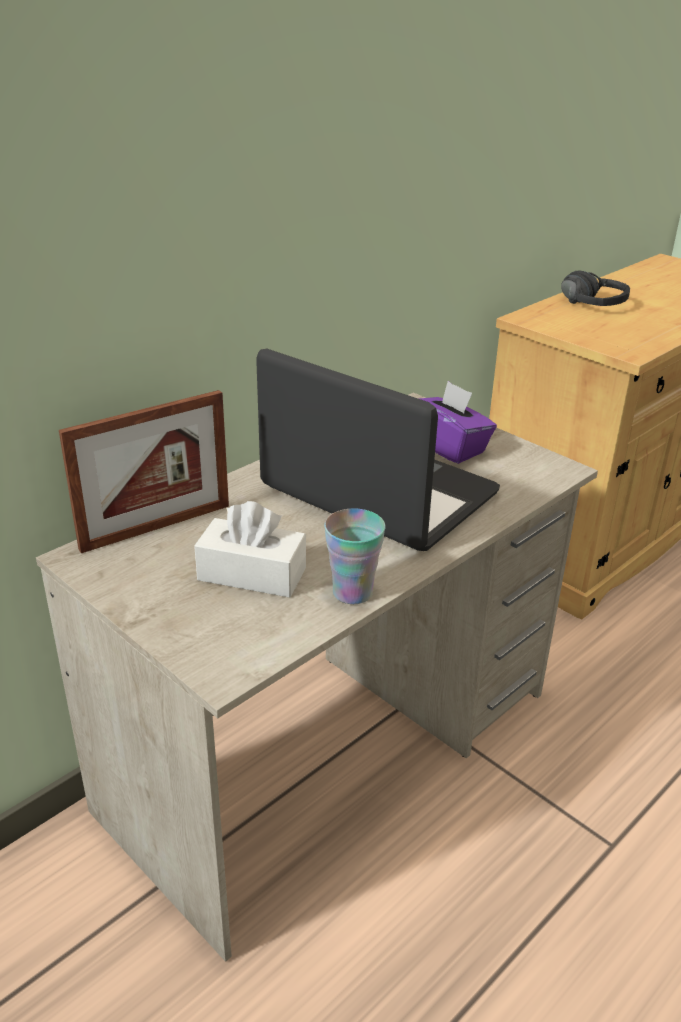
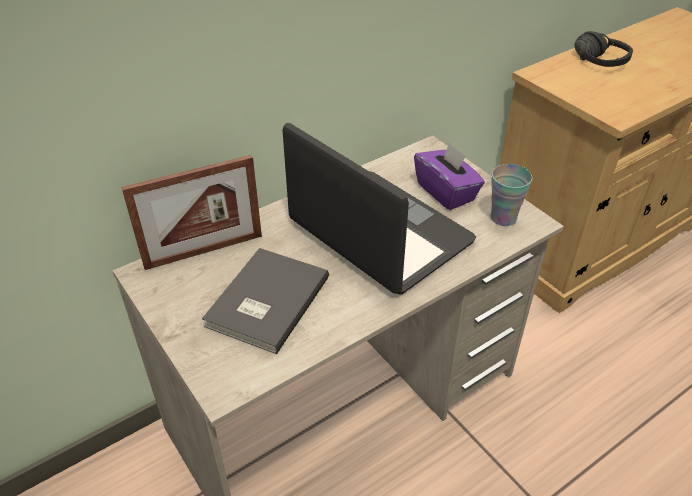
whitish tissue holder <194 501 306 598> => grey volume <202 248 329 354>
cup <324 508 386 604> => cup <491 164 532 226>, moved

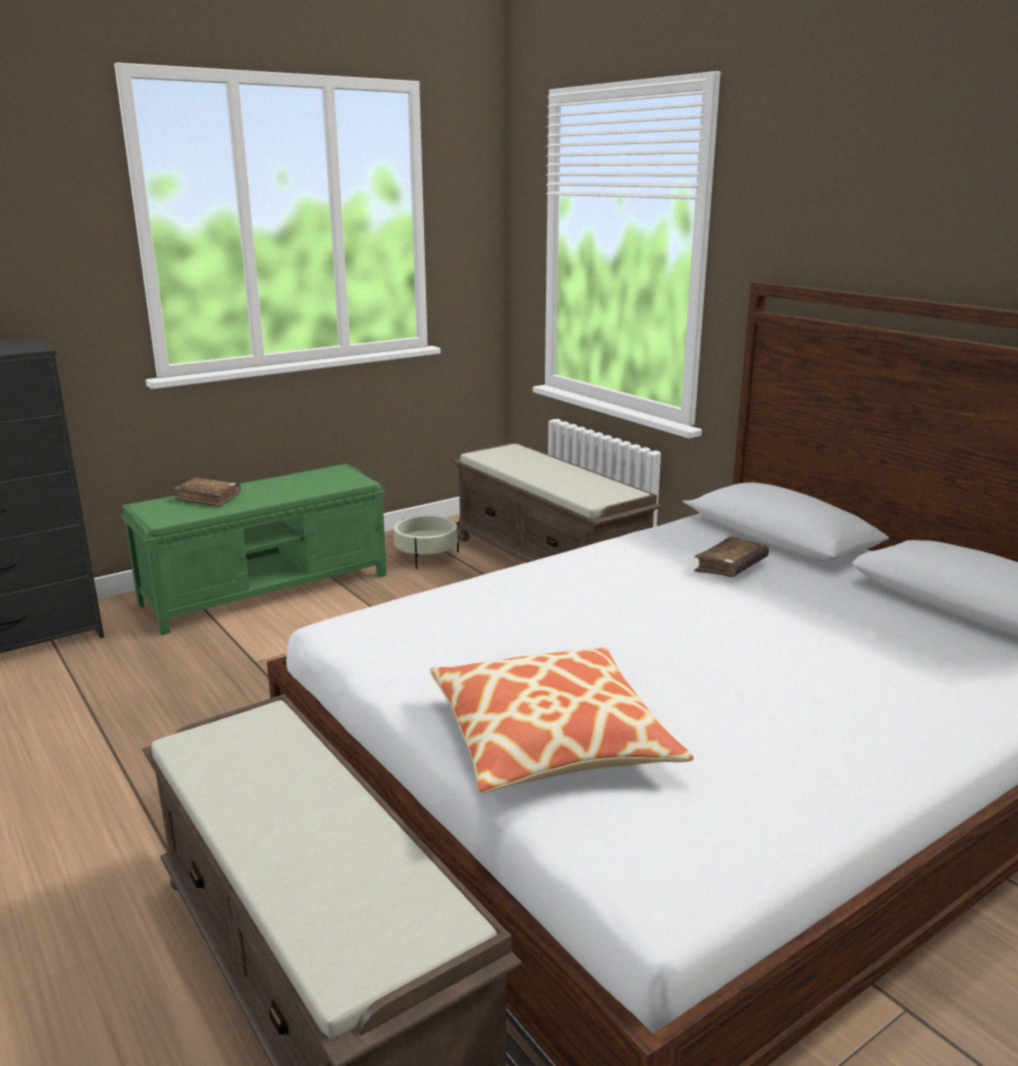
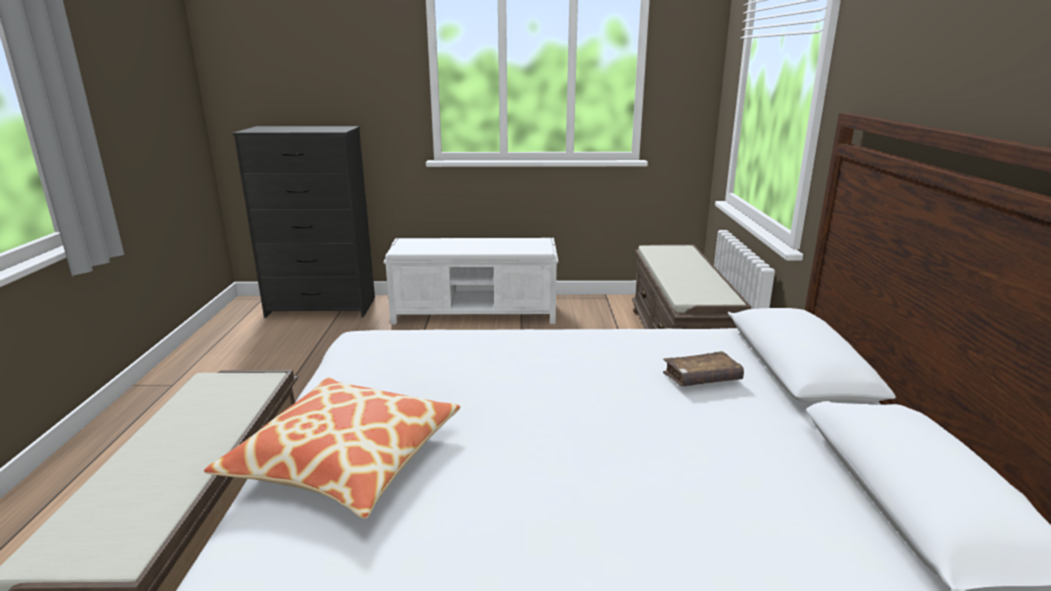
green-coloured indoor bench <121 464 387 635> => whitish indoor bench <383 238 558 324>
brownish volume <174 477 241 507> => nothing
beige-coloured plant pot <393 516 459 569> => nothing

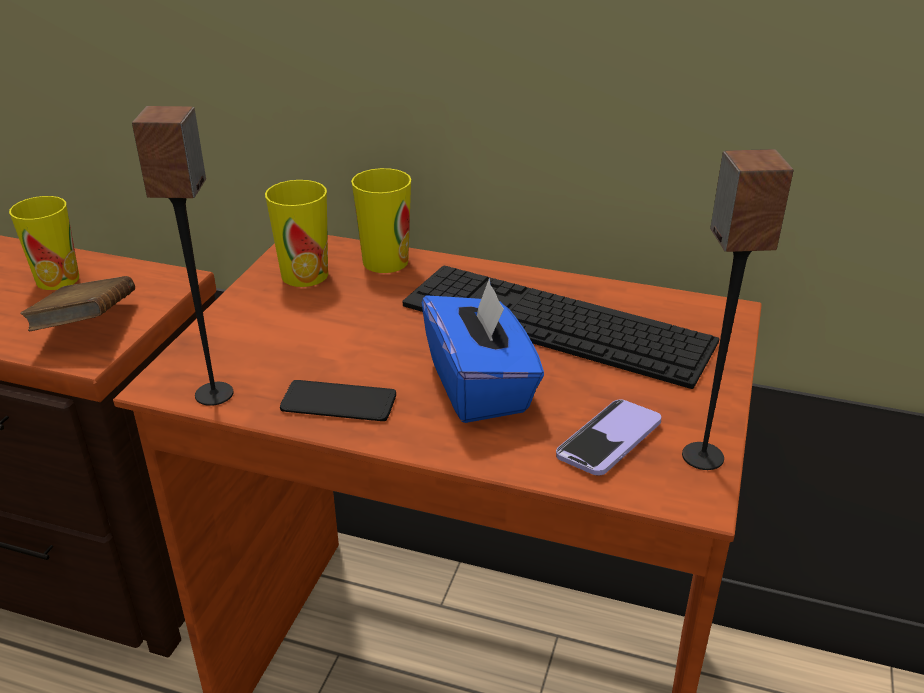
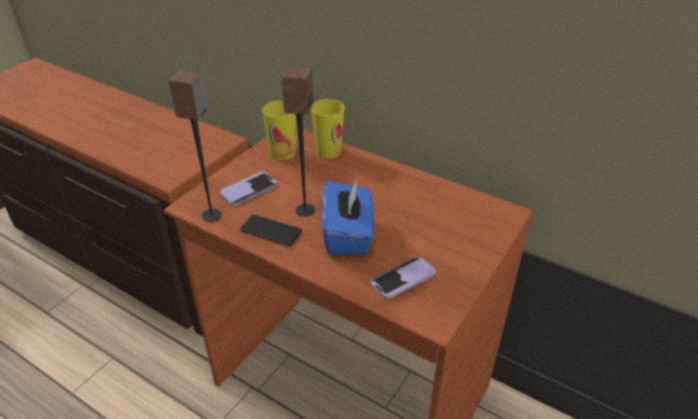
nothing => telephone <220 171 277 206>
loudspeaker <682 149 793 470> => loudspeaker <281 66 315 217>, moved
cup <9 196 79 290> => nothing
brownish volume <21 276 135 331> => nothing
PC keyboard <403 266 719 389> => nothing

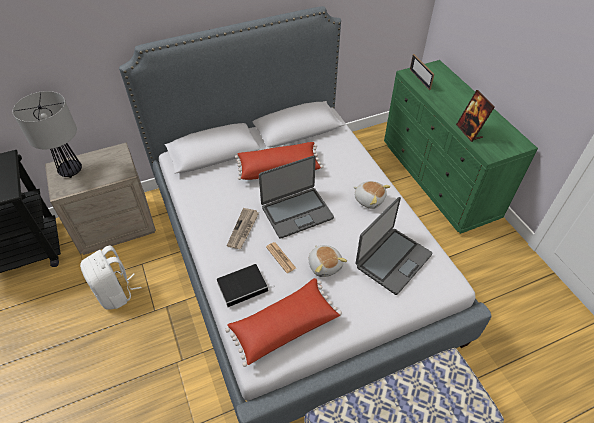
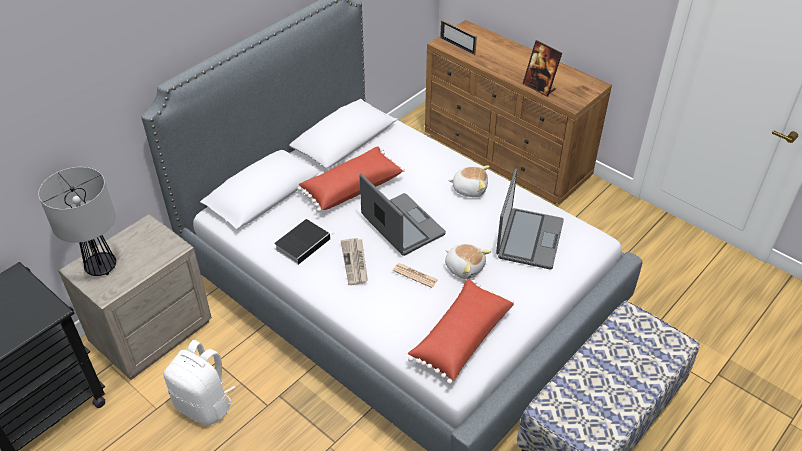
volume <217 264 275 307> => volume <274 219 335 265>, moved
notebook computer <259 155 334 239> => notebook computer <360 174 446 256>, 75 degrees counterclockwise
green-coloured chest of drawers <384 60 538 234> => brownish chest of drawers <425 20 612 204>

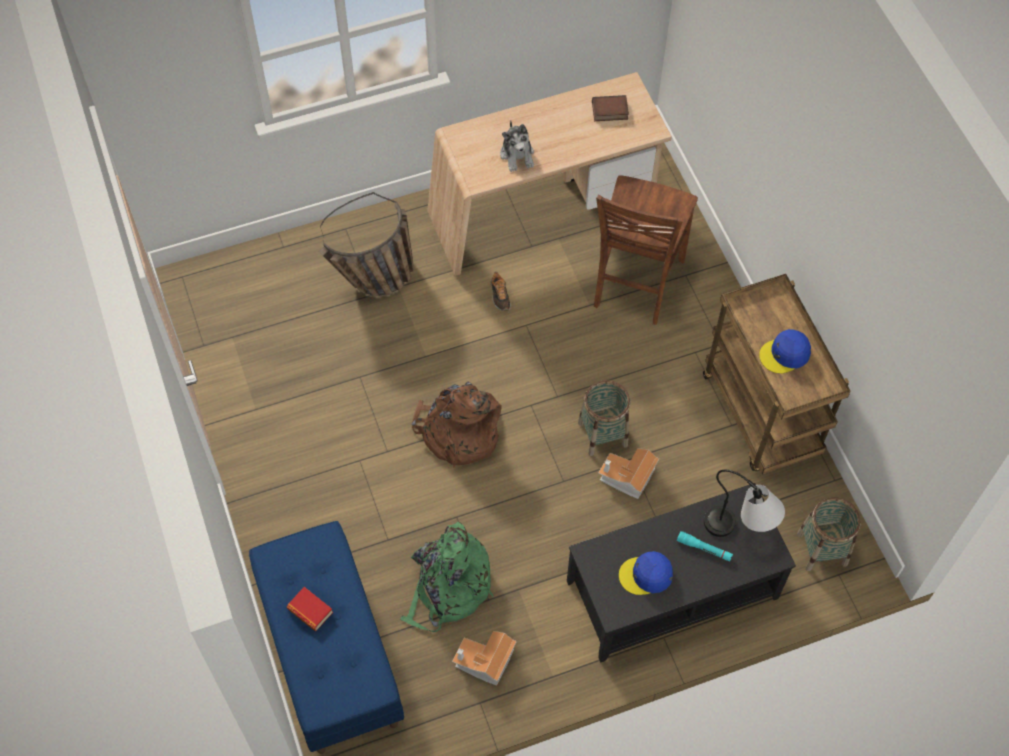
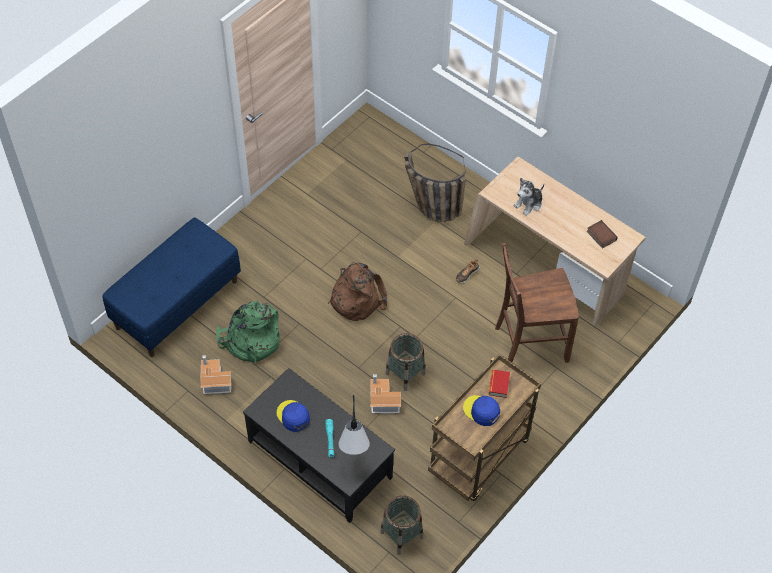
volume <287 587 333 631> => volume <489 370 510 398>, moved

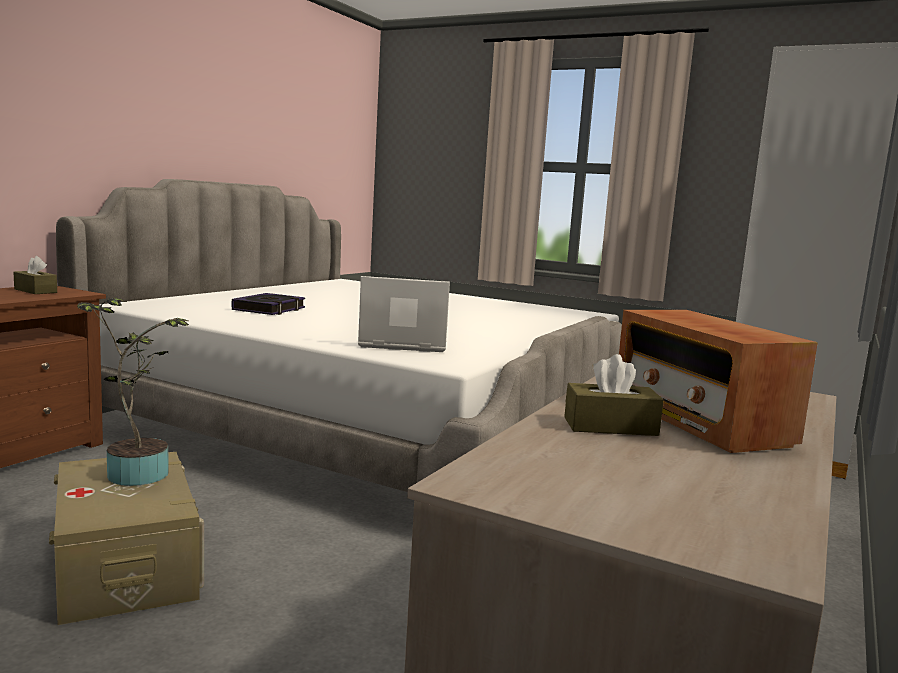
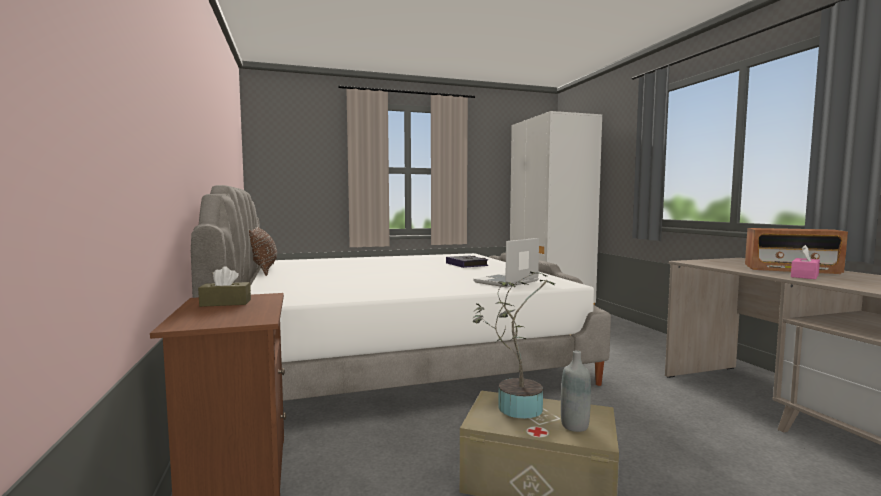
nothing => brownish throw pillow <249 226 277 276>
volume <232 293 305 315> => volume <446 255 488 268>, moved
nothing => grey bottle <561 351 591 432>
brownish tissue holder <564 354 664 436> => pink tissue holder <791 245 820 279>

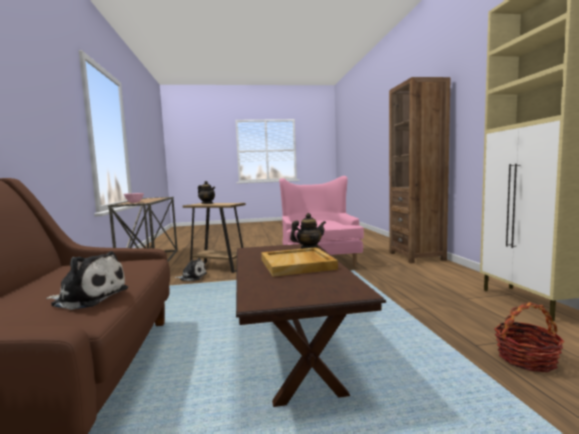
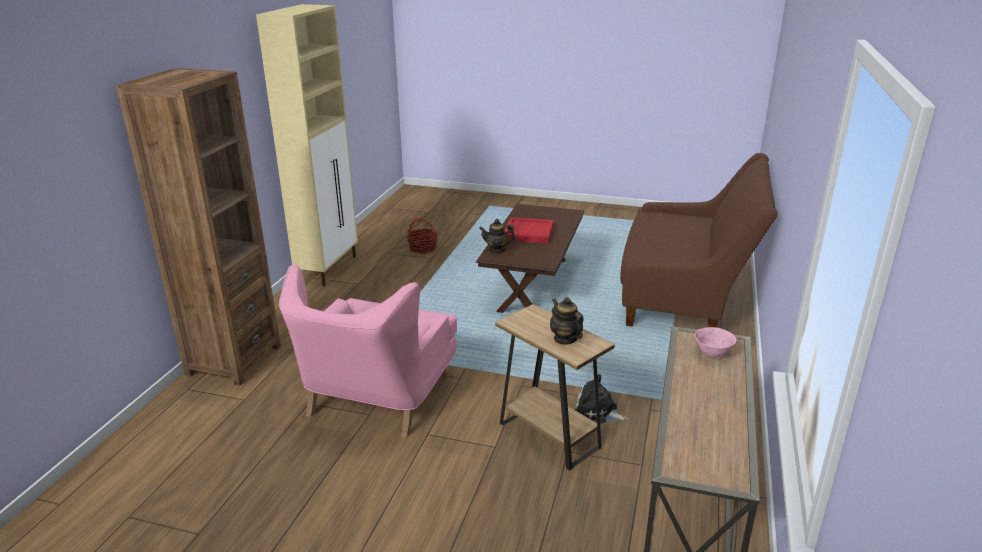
beige-coloured serving tray <261 247 338 277> => red-coloured serving tray <505 217 554 244>
plush toy <46 251 128 310> => nothing

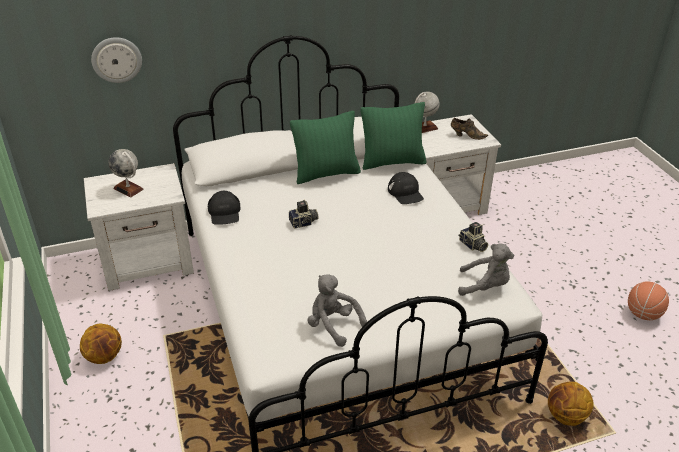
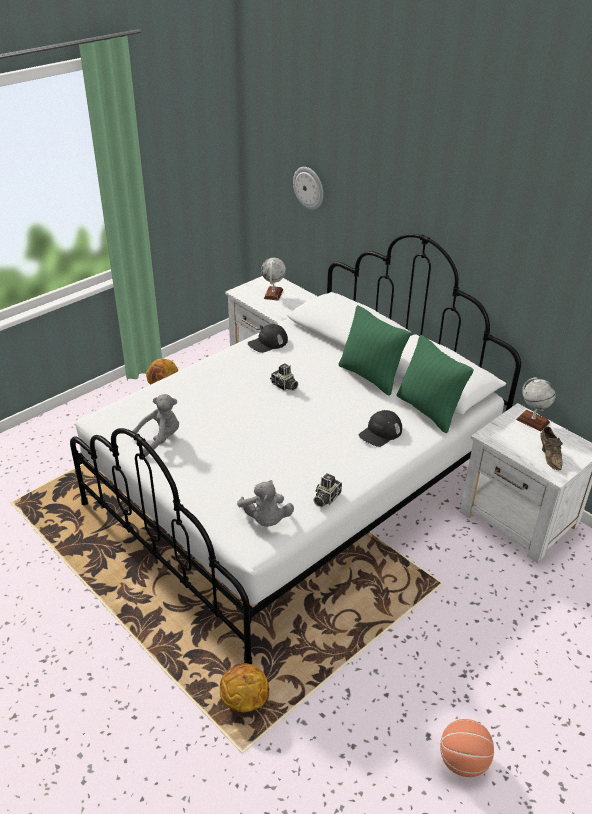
grey plush toy <307 274 367 347> => grey plush toy <130 394 179 457>, 45 degrees clockwise

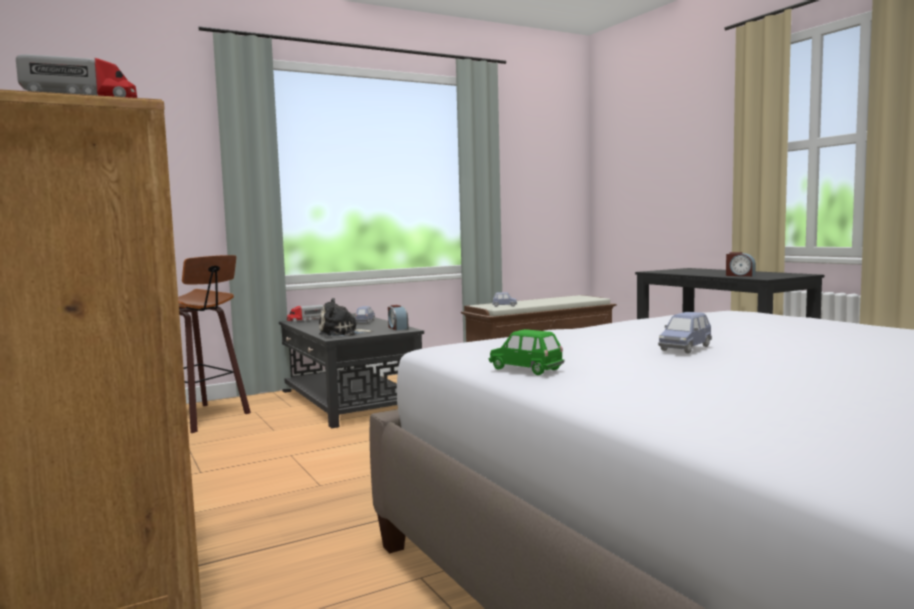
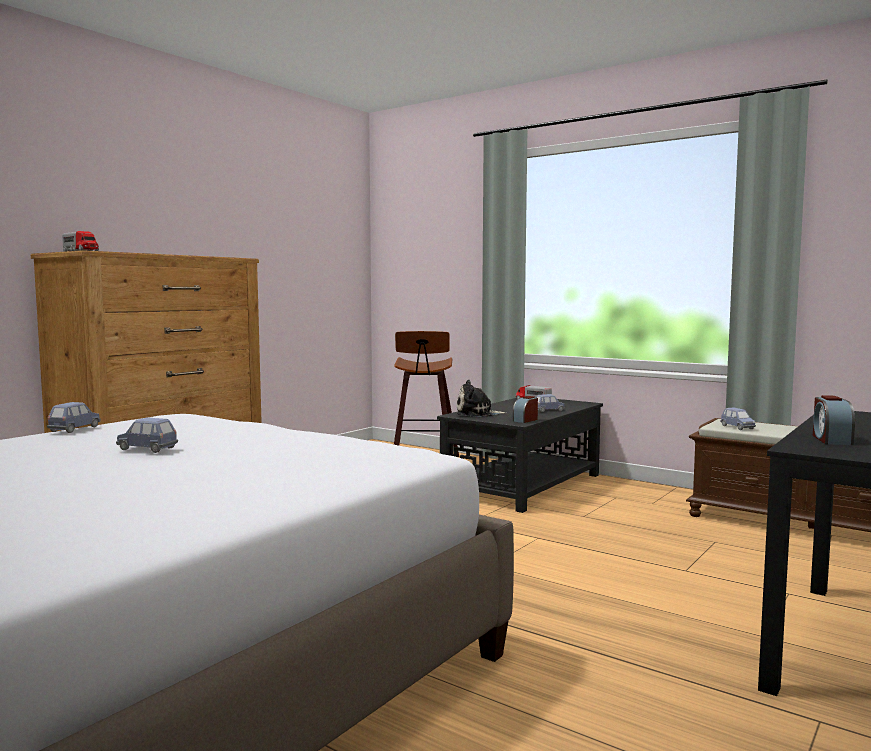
green-coloured toy car <489 329 565 375> => blue toy car <47 402 101 433>
plush toy <319 298 373 336> => plush toy <457 380 506 417>, 60 degrees counterclockwise

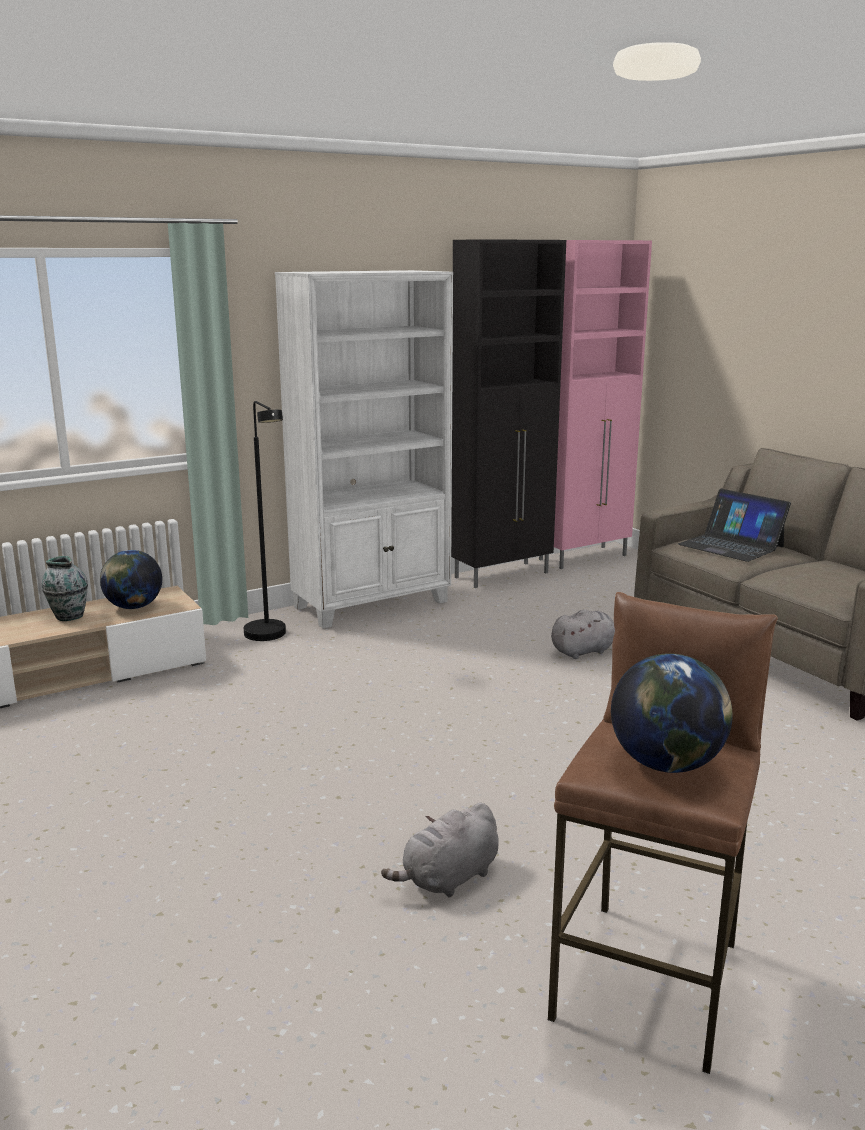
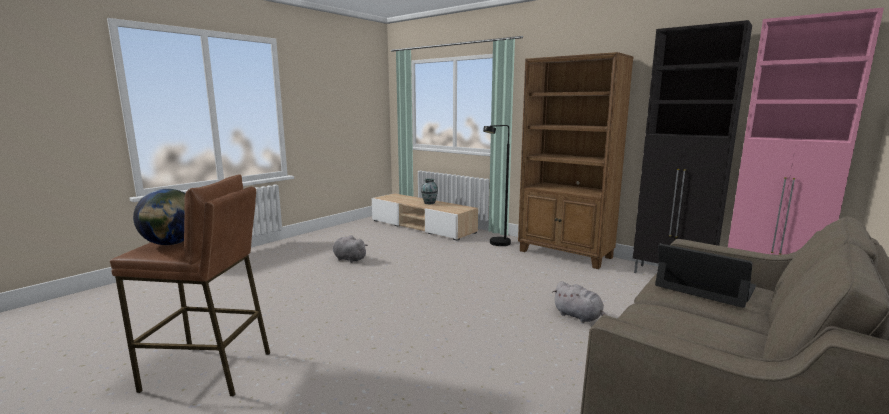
grey plush toy <381 803 499 898> => grey plush toy <333 235 368 263>, moved
whitish bookcase <275 270 453 629> => brownish bookcase <518 52 634 269>
notebook computer <678 489 791 562> => notebook computer <655 244 756 308>, 105 degrees clockwise
desk globe <100 550 162 609> => nothing

